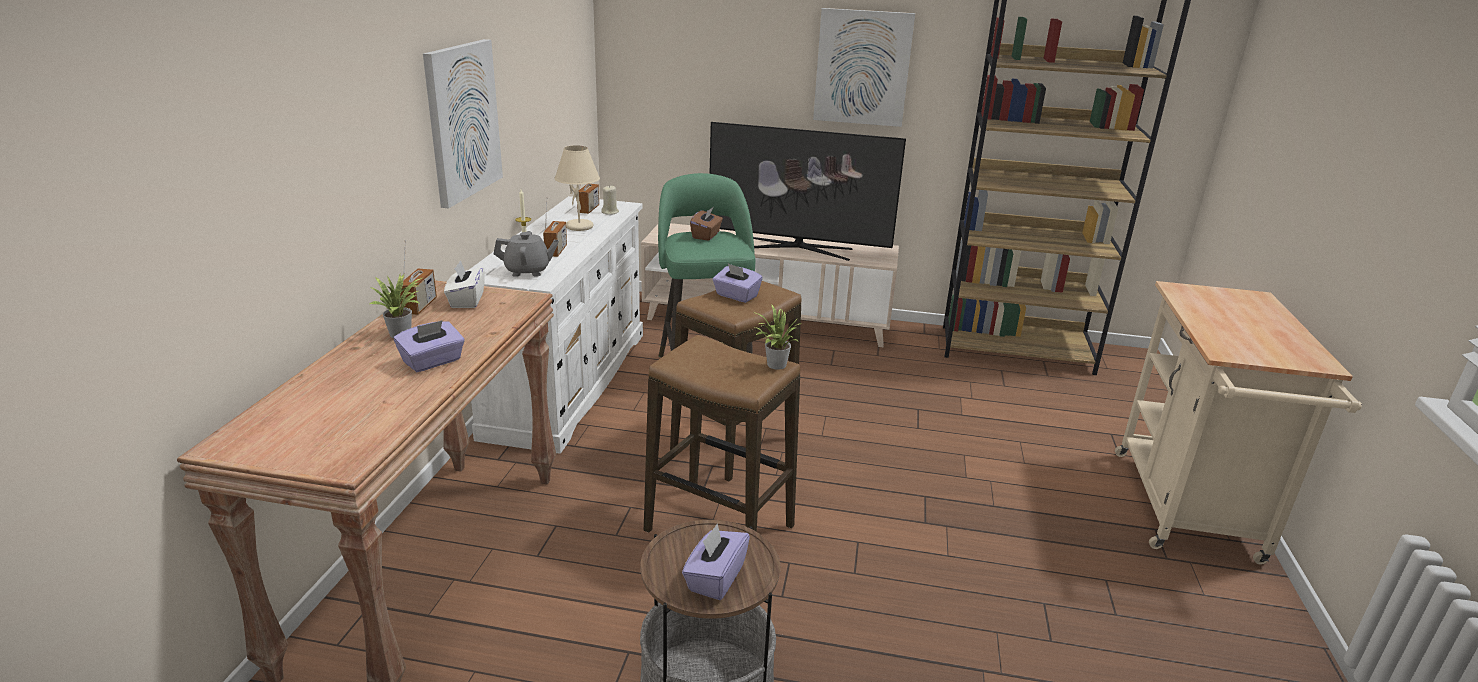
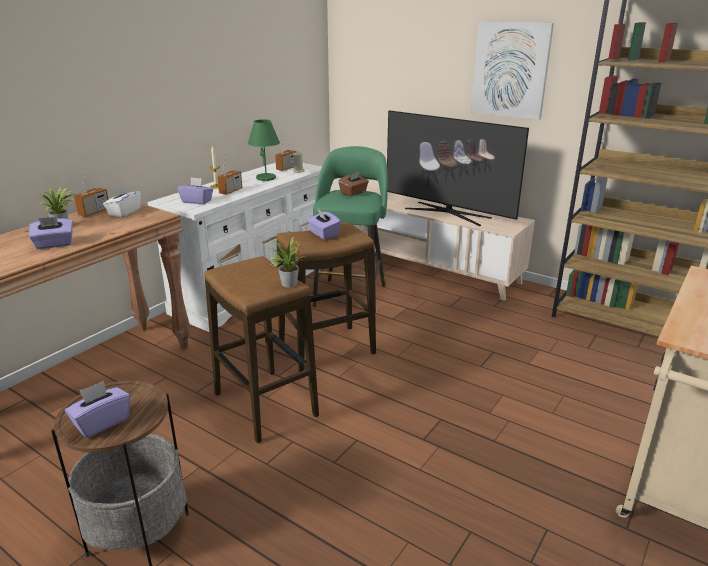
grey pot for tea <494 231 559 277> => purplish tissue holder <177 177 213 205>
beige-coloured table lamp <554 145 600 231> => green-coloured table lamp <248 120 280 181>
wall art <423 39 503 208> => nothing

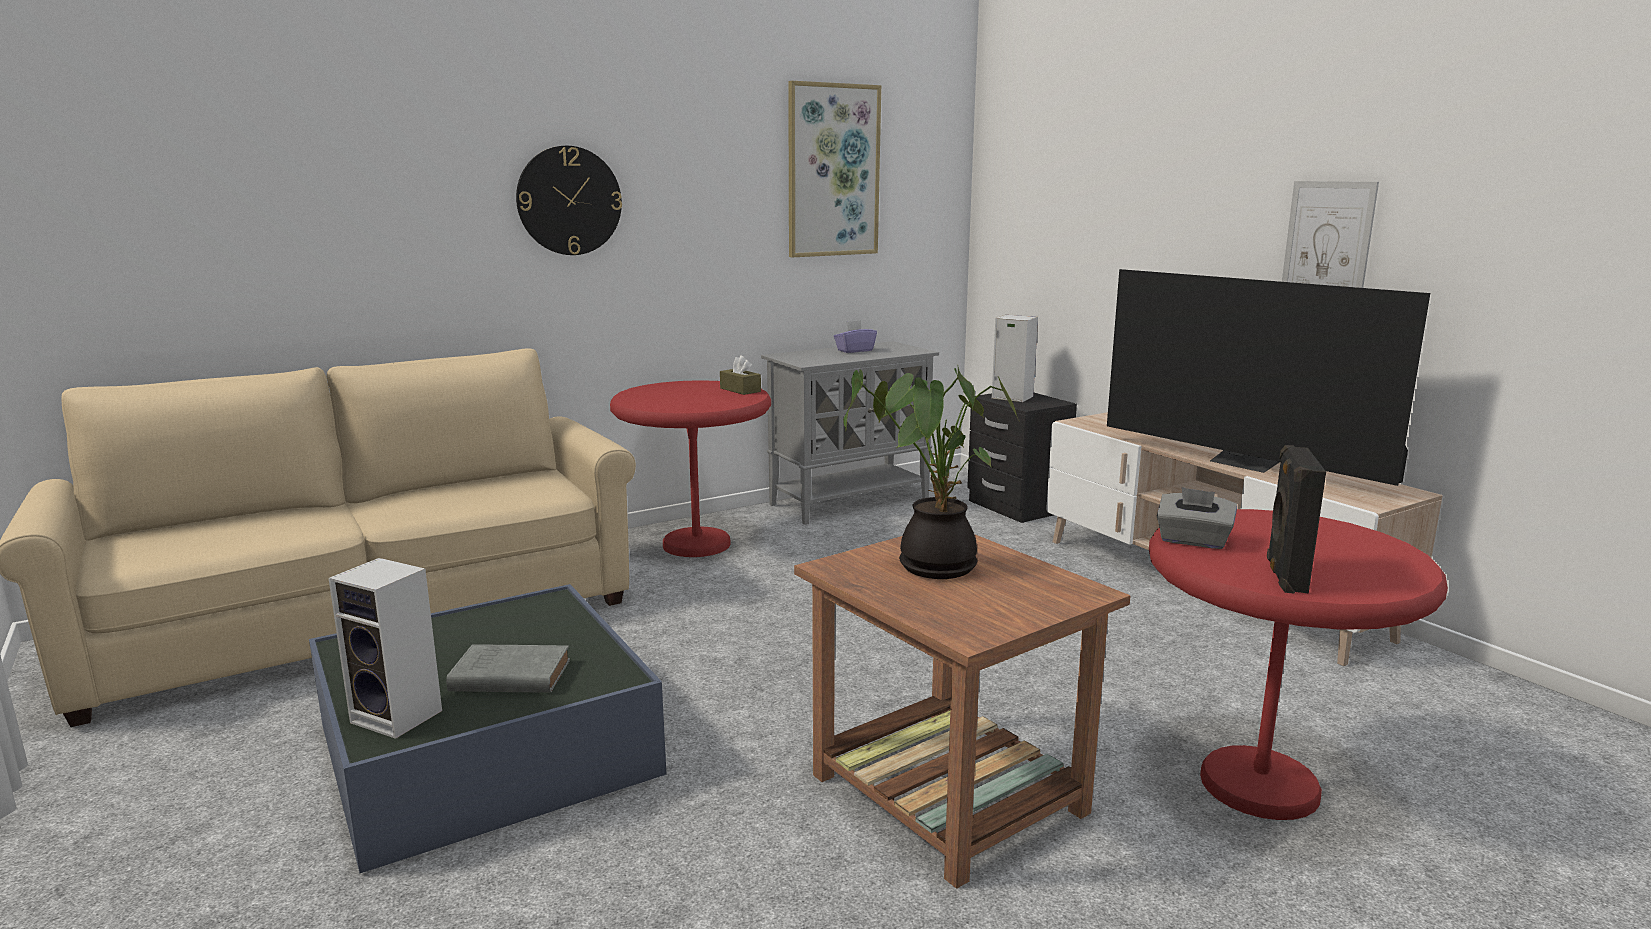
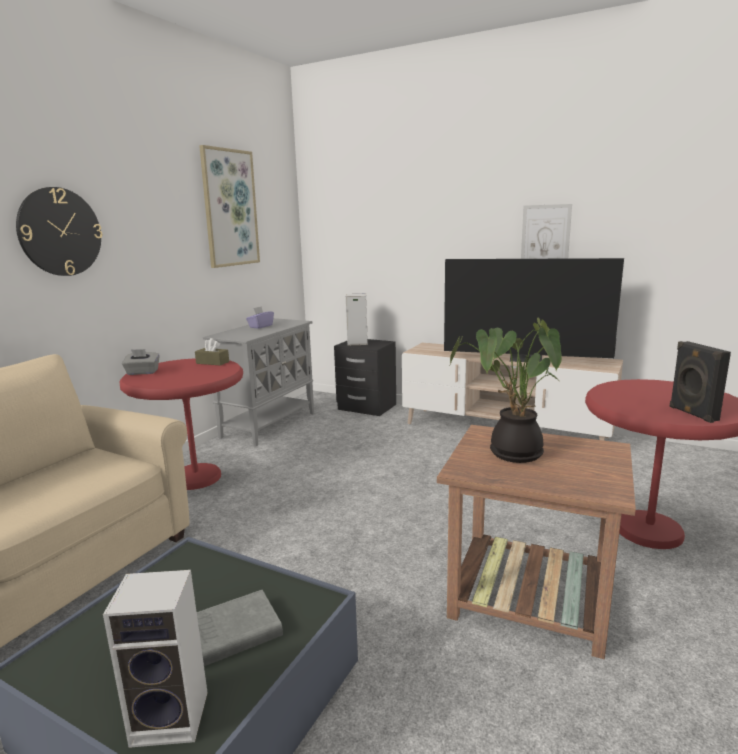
grey tissue holder <1157 487 1237 549> => grey tissue holder <122 349 160 375>, moved

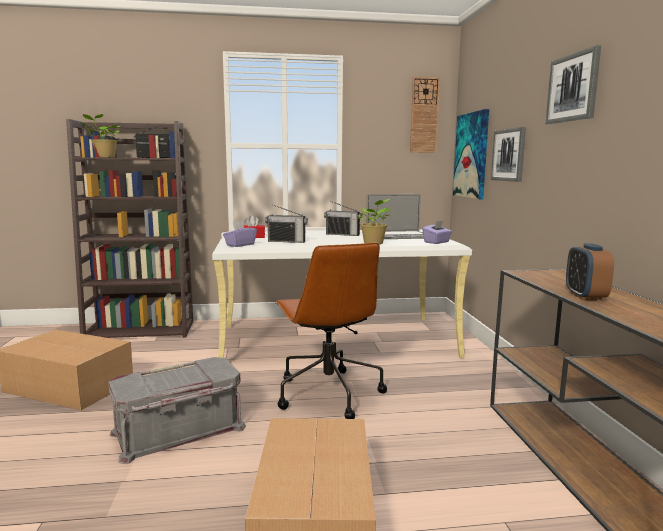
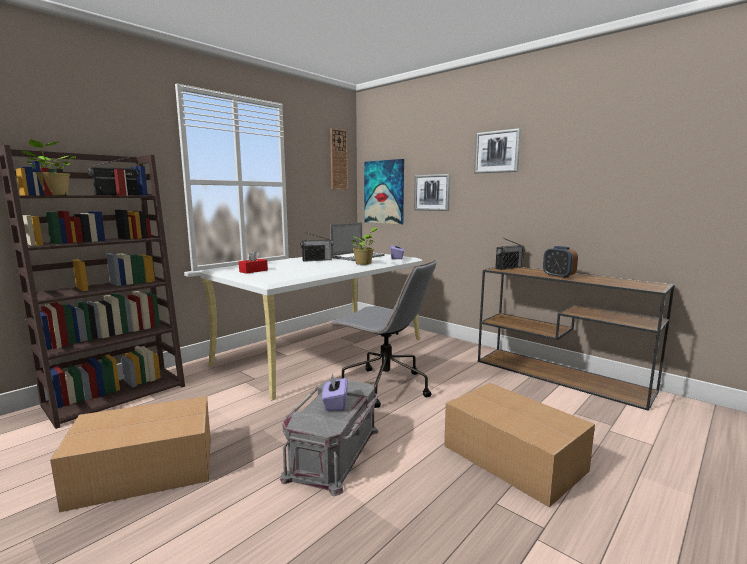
purplish tissue holder <223 221 257 247> => purplish tissue holder <322 374 348 411>, moved
brownish computer chair <275 242 387 419> => grey computer chair <330 260 436 408>
radio <265 204 308 243> => radio <495 238 525 270>, moved

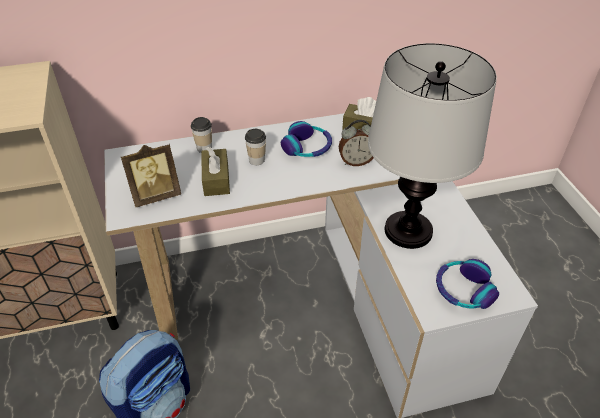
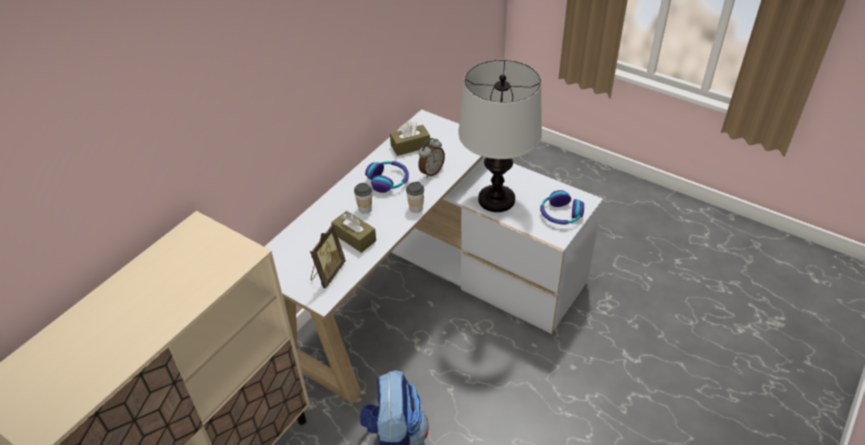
cup <191 117 212 153> => cup <406 182 424 213>, moved

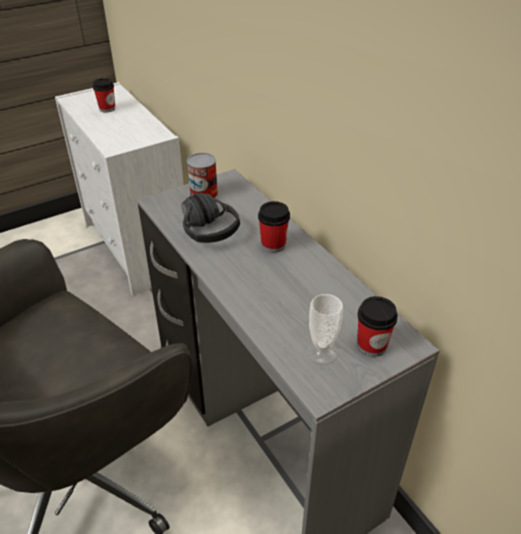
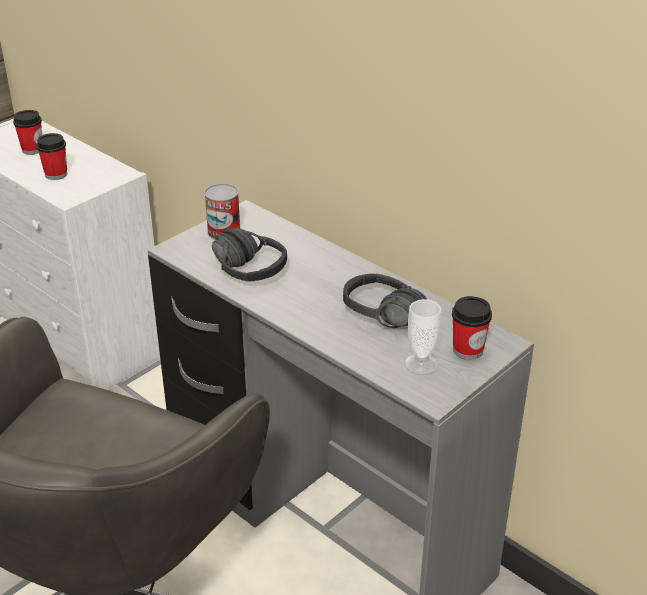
cup <258 201 290 253> => cup <36 133 67 180>, moved
nothing => black headphones <343 274 427 328>

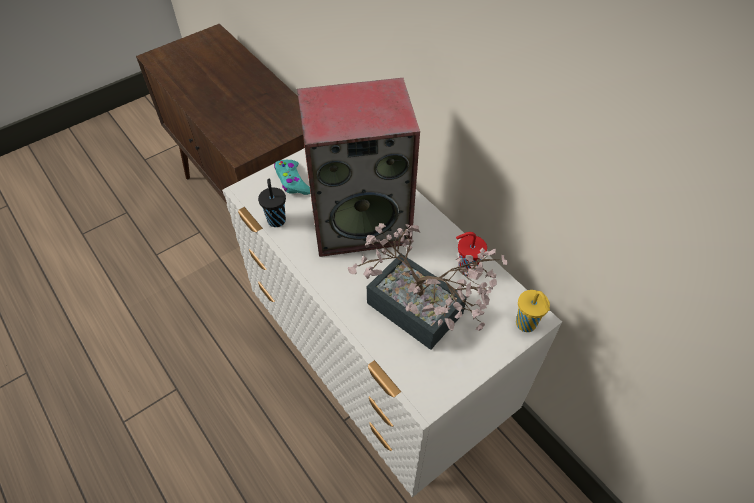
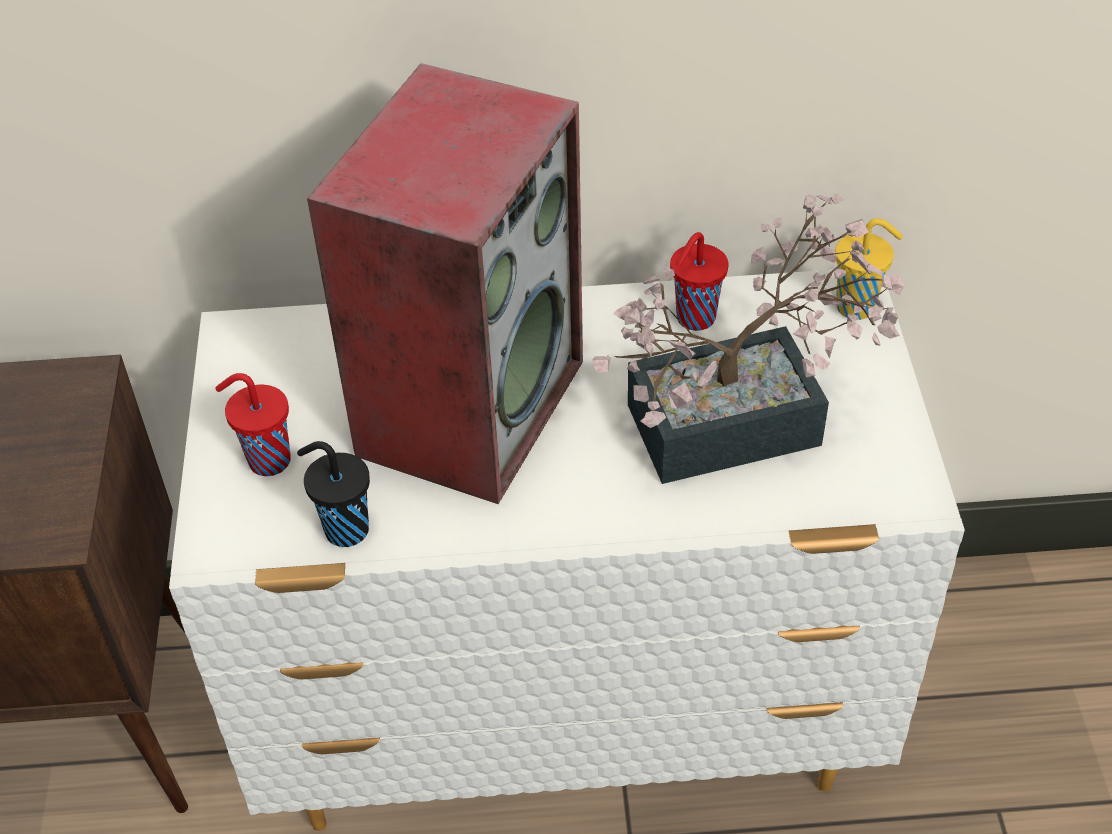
blue-green gamepad <274 160 310 195> => red-coloured cup <216 373 291 476>

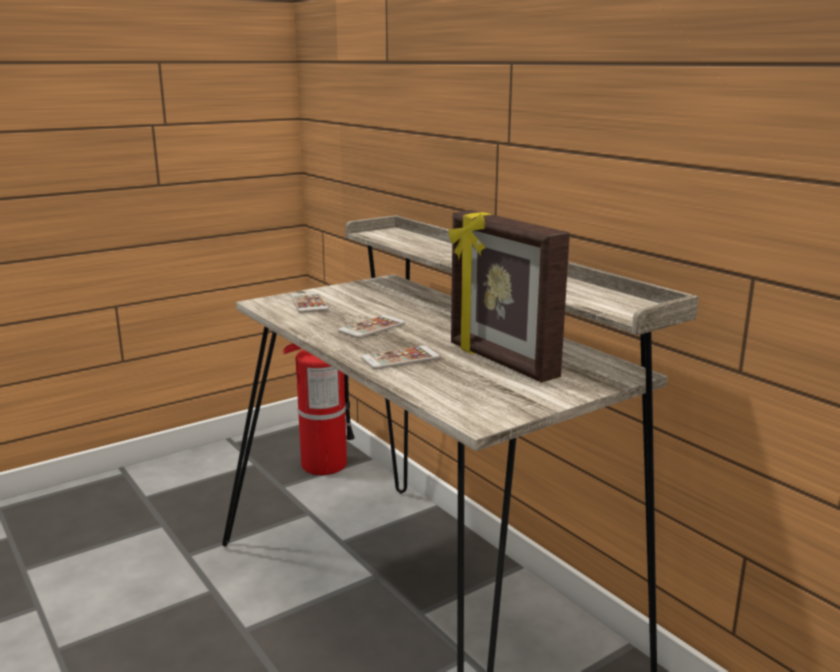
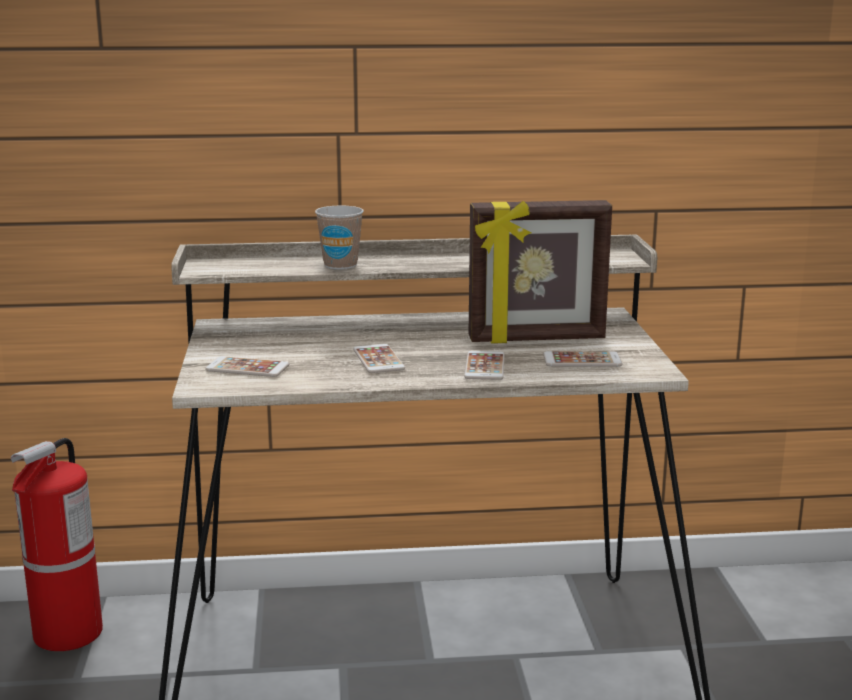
nothing => cup <315 205 364 269>
nothing => telephone <543 351 622 367>

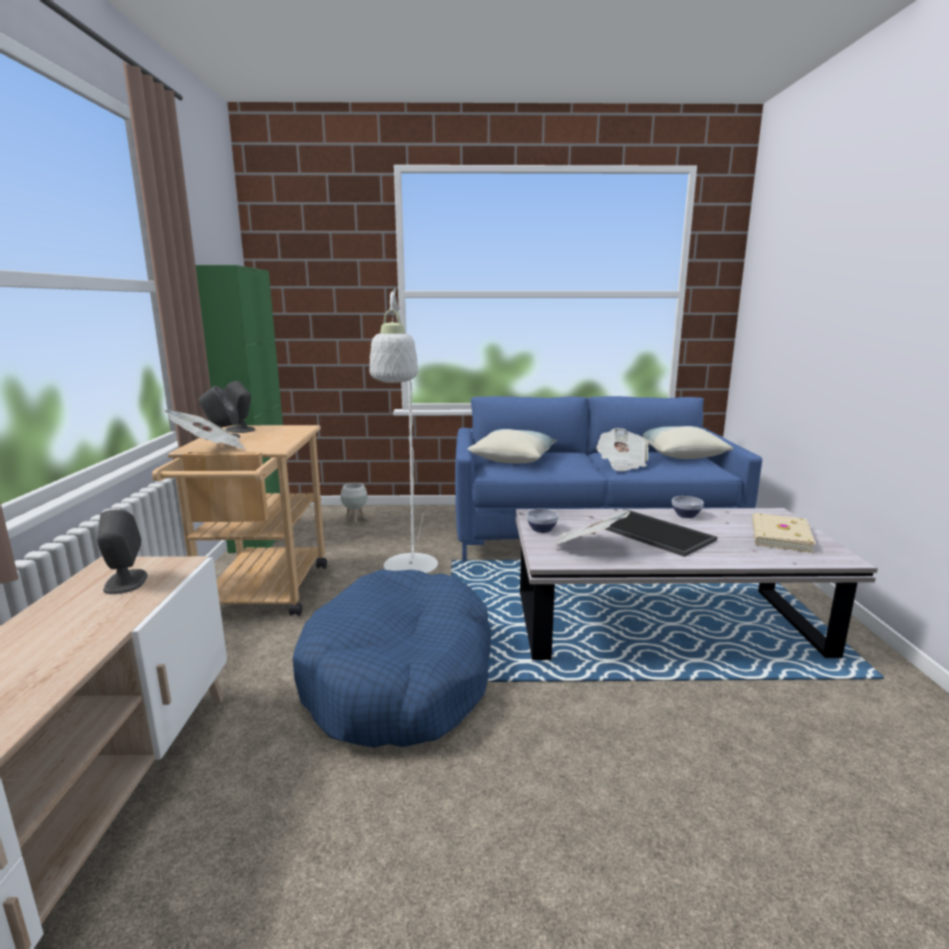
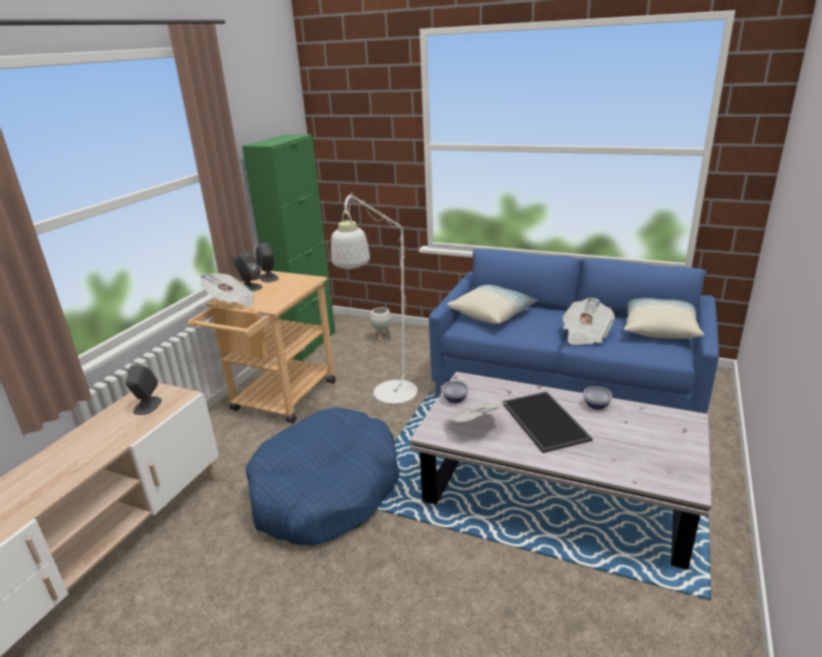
beige-coloured volume <752 513 816 553> => nothing

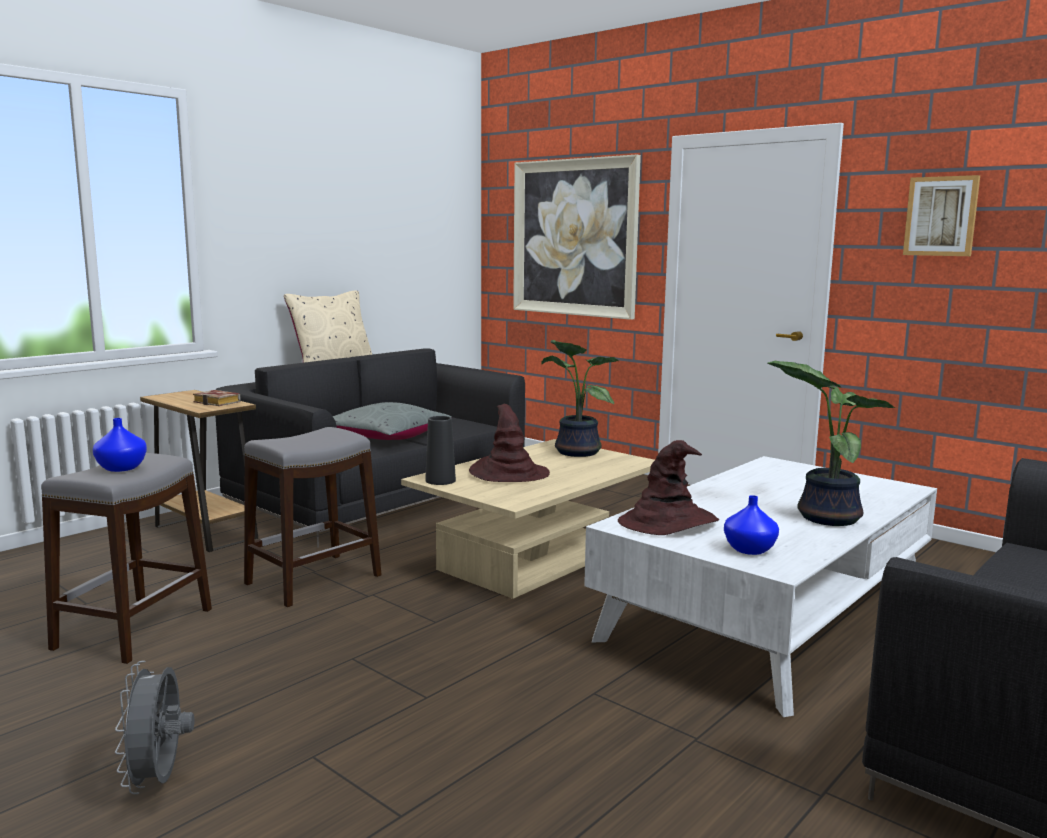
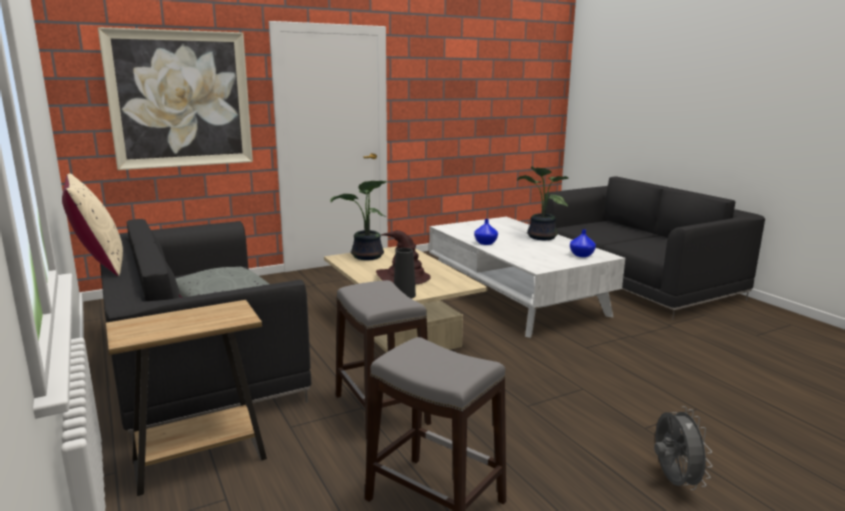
blue flower vase <92 418 147 472> => blue flower vase <474 219 498 245>, moved
grey electric fan <115 661 194 794> => grey electric fan <654 407 713 490>, 105 degrees counterclockwise
volume <193 390 241 406> => nothing
brownish wearable hat <618 440 719 535> => nothing
wall art <903 175 980 256> => nothing

